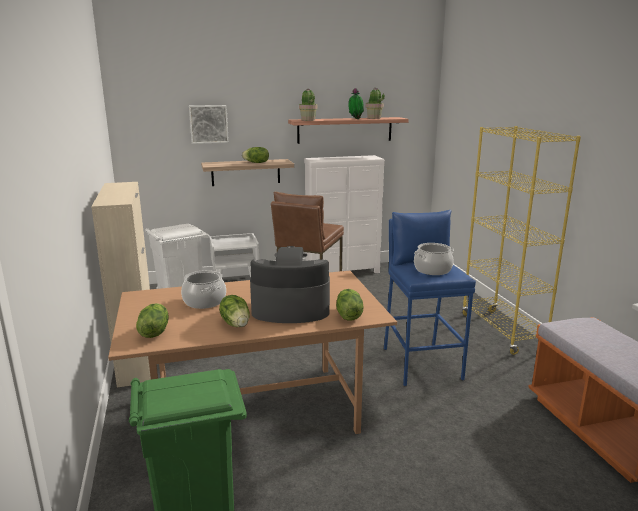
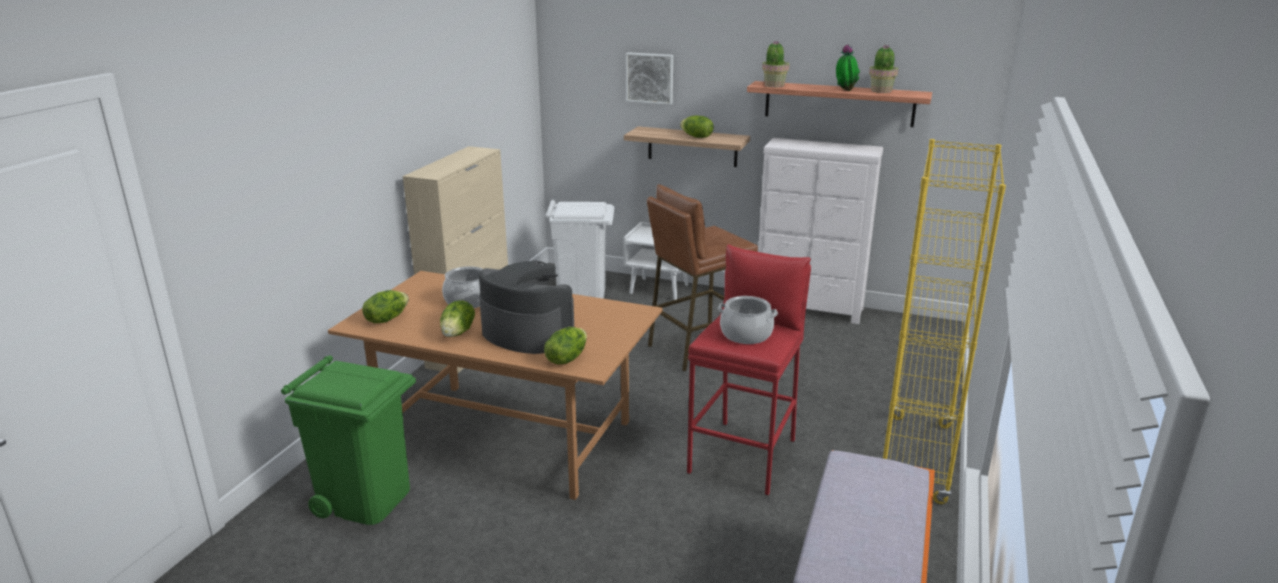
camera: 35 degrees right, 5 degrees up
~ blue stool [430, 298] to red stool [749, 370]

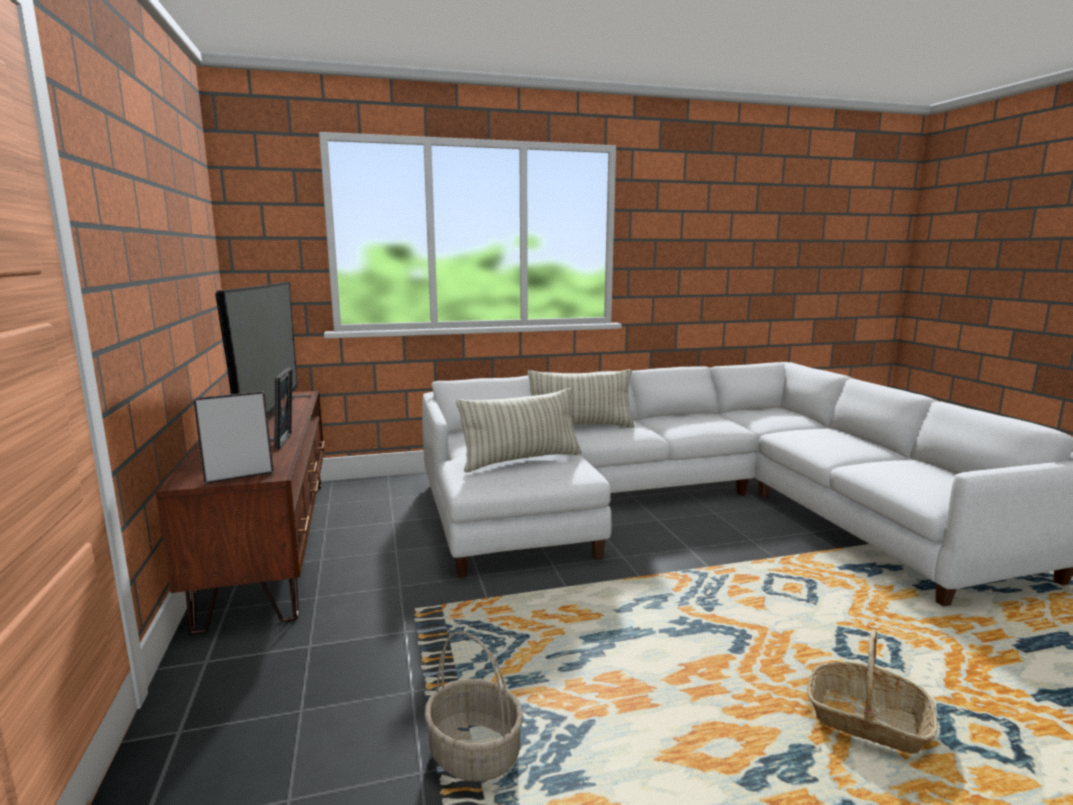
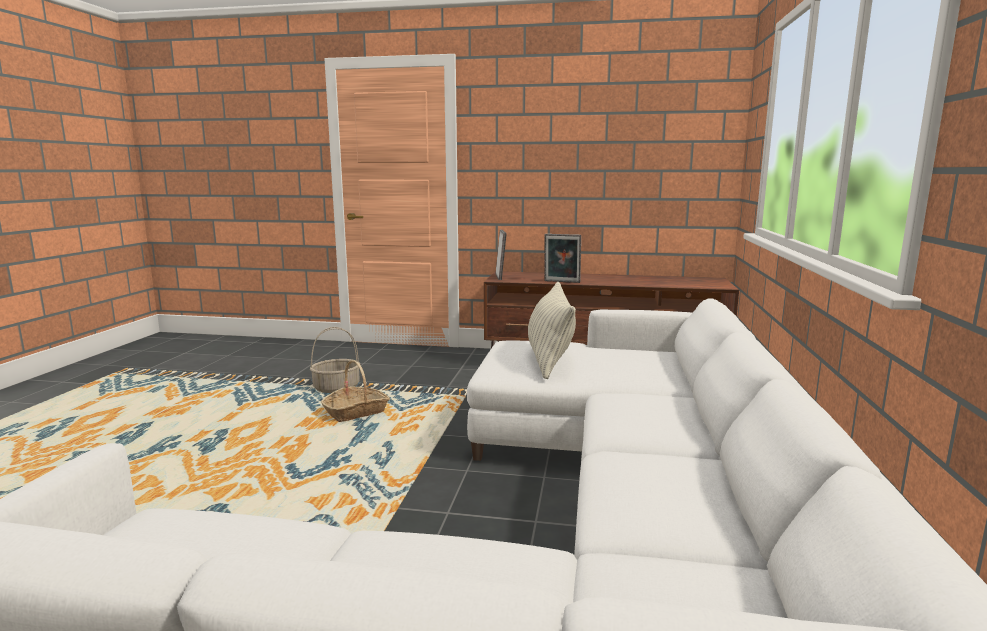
camera: 115 degrees right, 0 degrees up
- television [263, 361]
- pillow [581, 398]
~ basket [873, 692] to [355, 391]

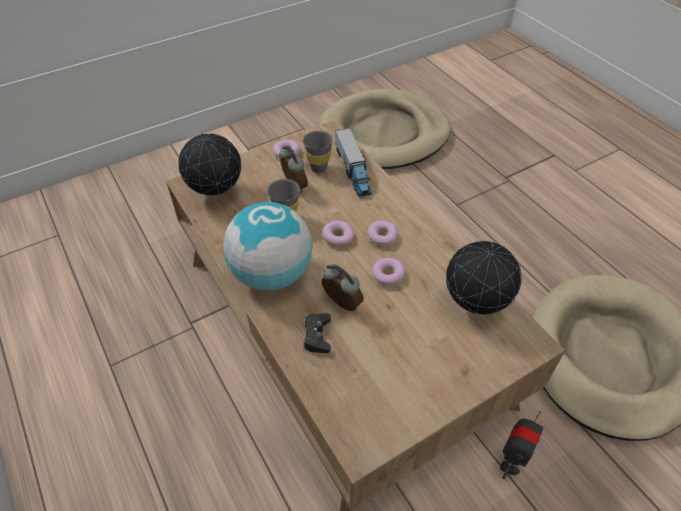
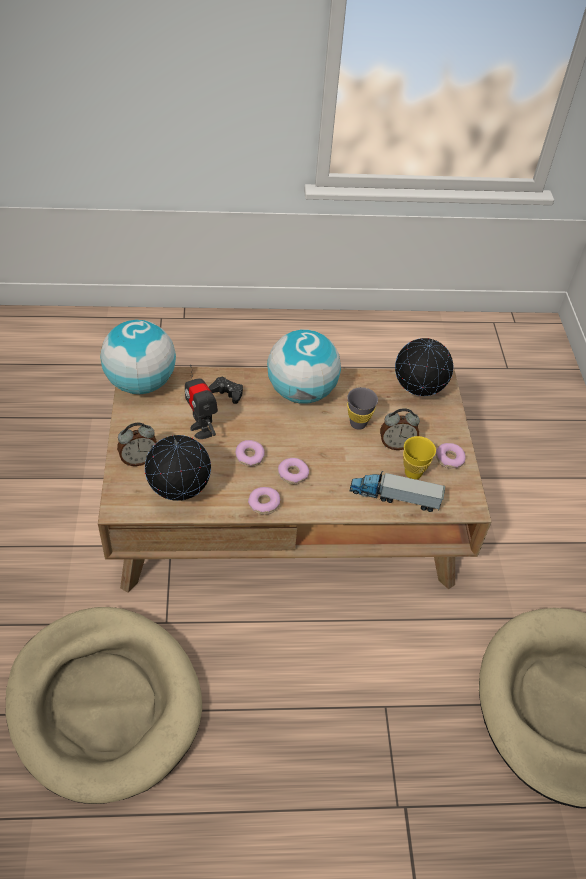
camera: 115 degrees right, 0 degrees up
~ grey cup [318, 152] to yellow cup [419, 458]
~ alarm clock [343, 287] to [137, 444]
~ donut [338, 234] to [264, 500]
~ toy robot [521, 445] to [201, 402]
+ globe [138, 357]

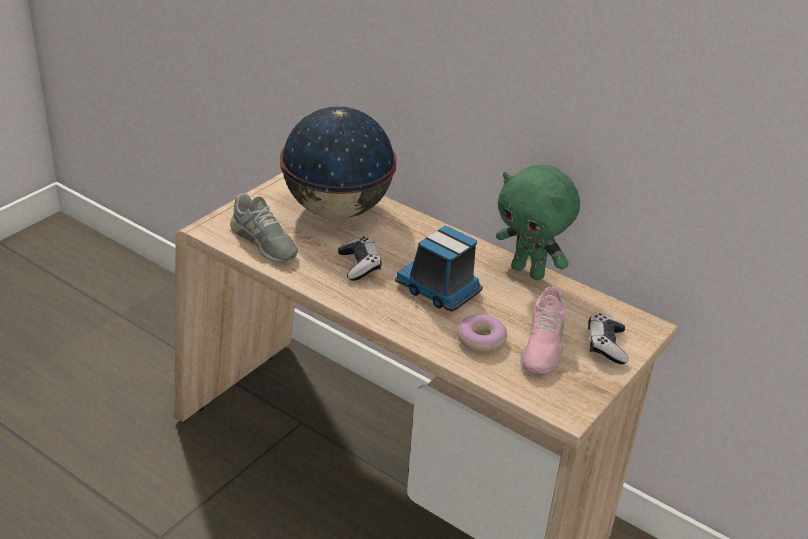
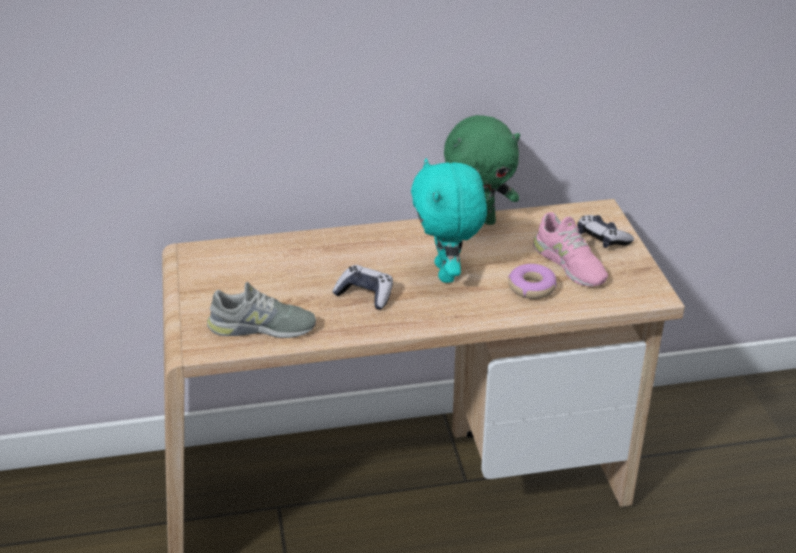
camera: 45 degrees left, 0 degrees up
- globe [338, 163]
~ toy truck [439, 269] to turquoise plush toy [449, 220]

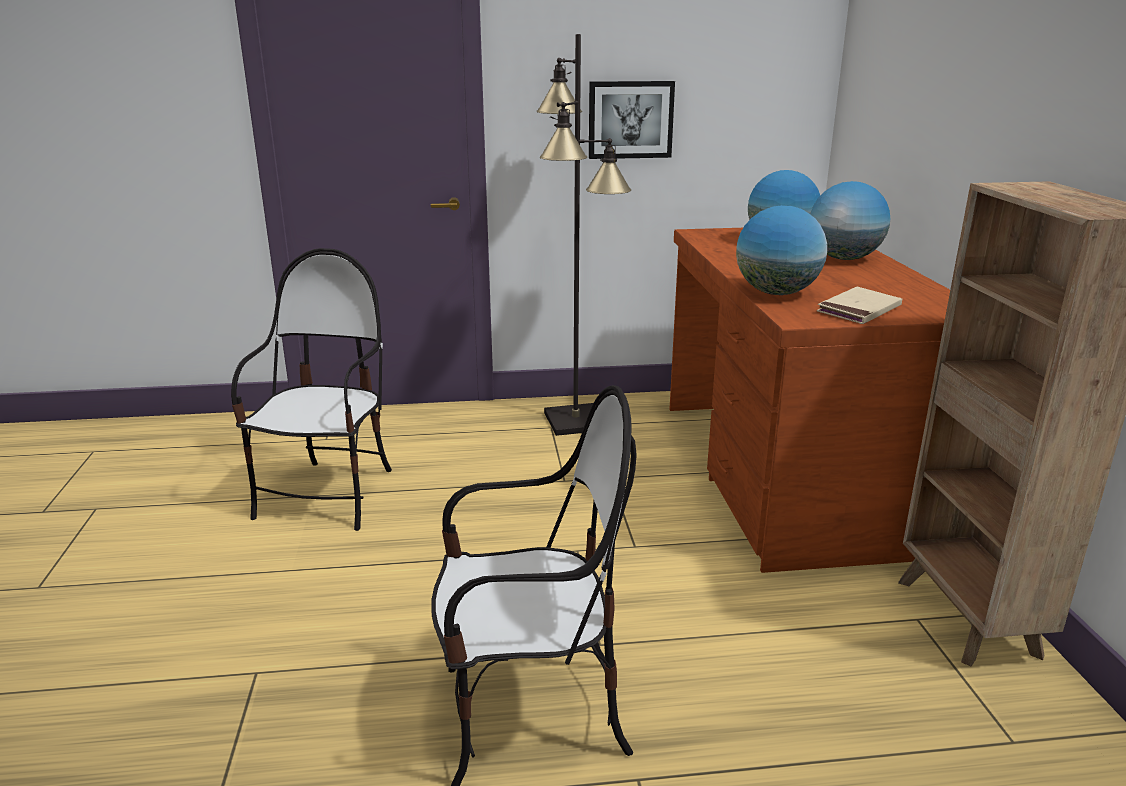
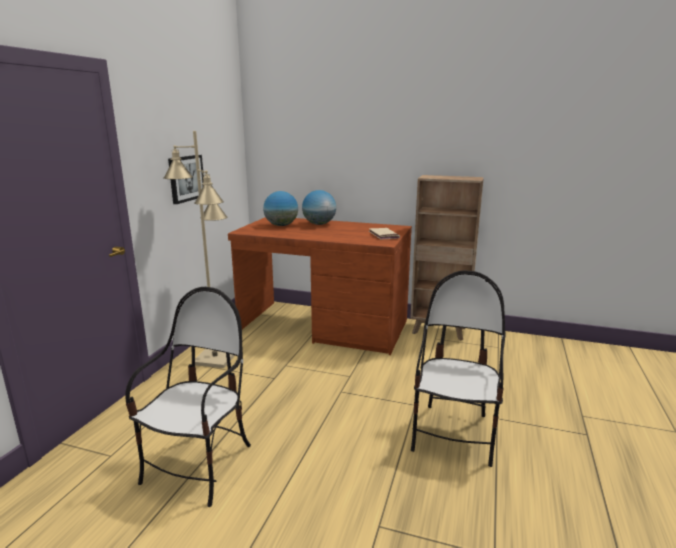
camera: 65 degrees left, 5 degrees down
~ chair [311, 389] = [188, 397] 75 degrees clockwise
~ black floor lamp [584, 235] to beige floor lamp [199, 249]
- globe [781, 250]

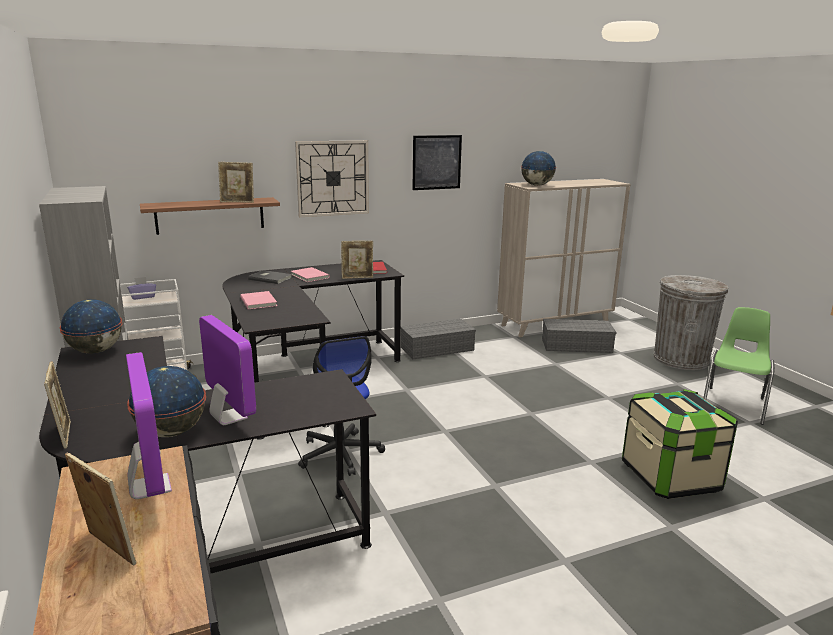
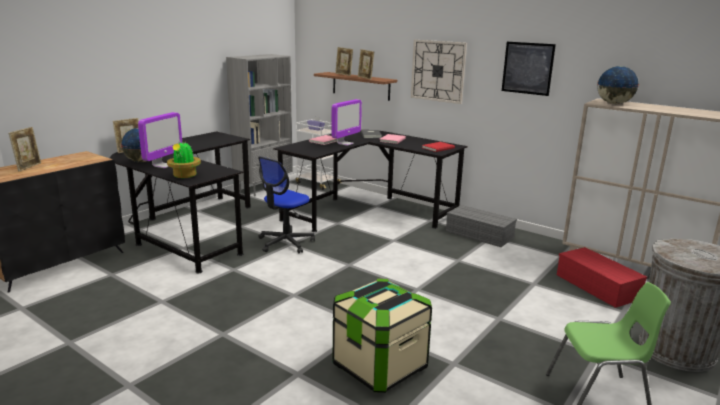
camera: 60 degrees right, 0 degrees up
- globe [90, 326]
~ monitor [149, 425] to [346, 122]
~ picture frame [357, 260] to [344, 61]
~ grey storage box [579, 336] to red storage box [602, 277]
+ potted plant [184, 159]

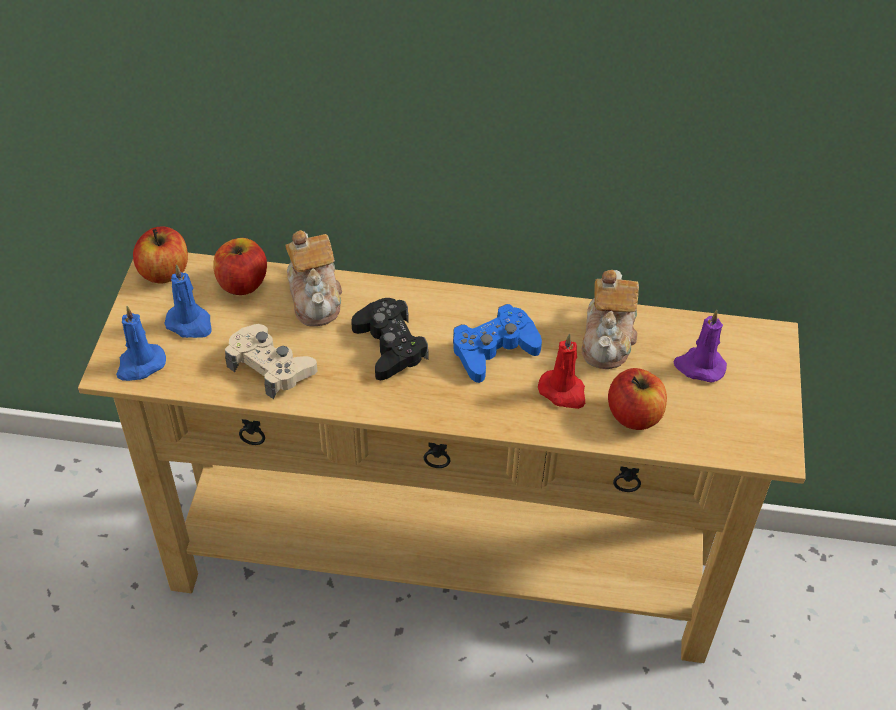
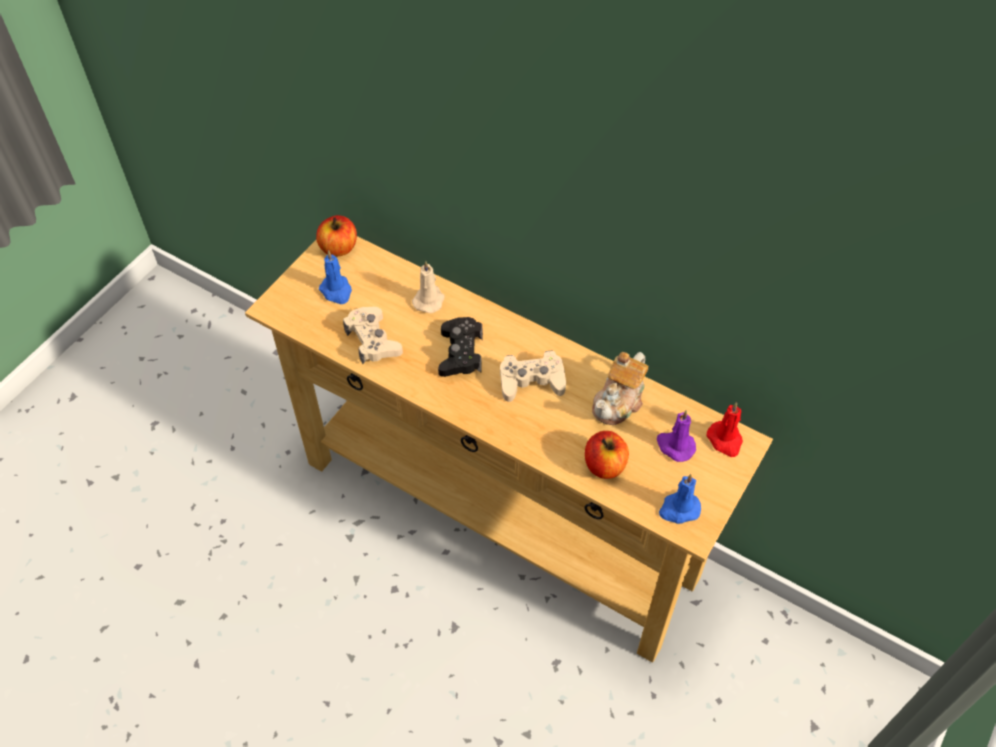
camera: 25 degrees right, 5 degrees up
~ blue candle [141, 343] to [680, 499]
- apple [240, 266]
~ teapot [314, 278] to beige candle [428, 287]
~ blue game controller [497, 343] to beige game controller [533, 376]
~ red candle [561, 371] to [725, 429]

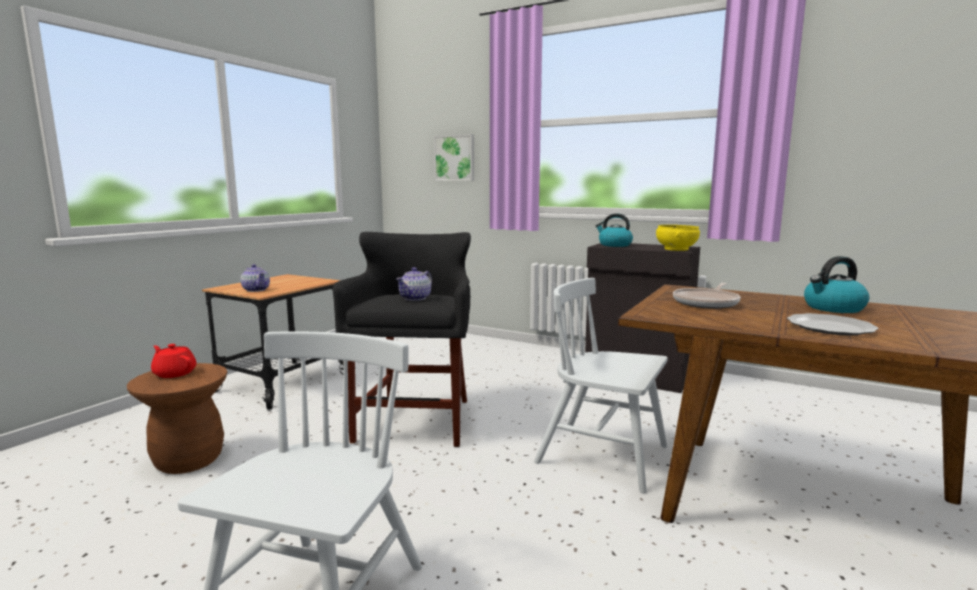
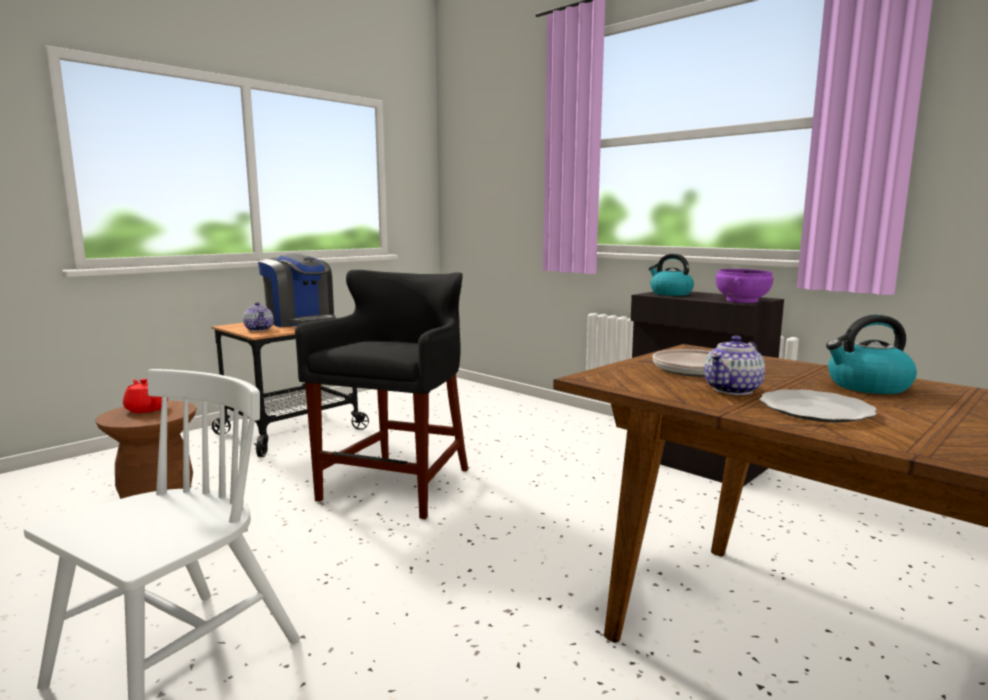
camera: 15 degrees right, 0 degrees up
~ teapot [414, 284] to [734, 365]
- picture [454, 157]
- white chair [601, 386]
~ yellow bowl [678, 238] to purple bowl [744, 286]
+ coffee machine [297, 290]

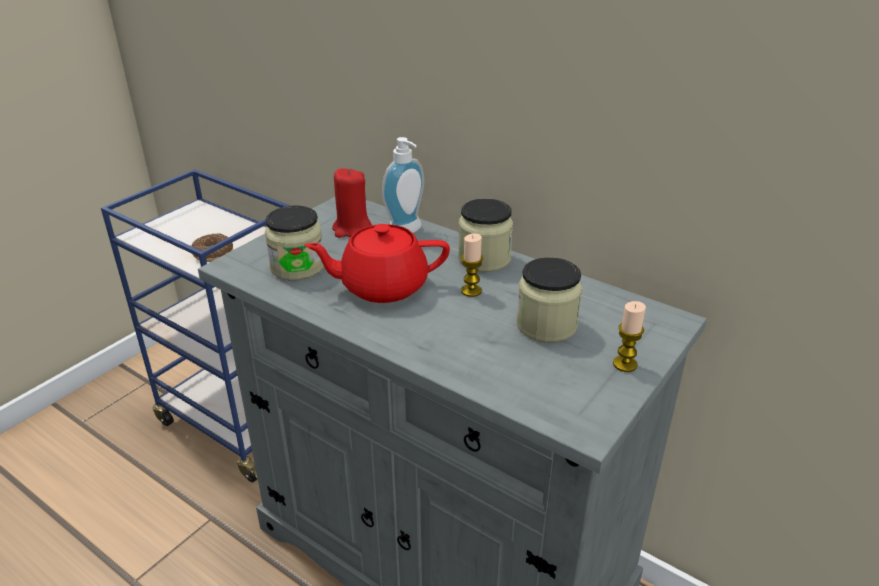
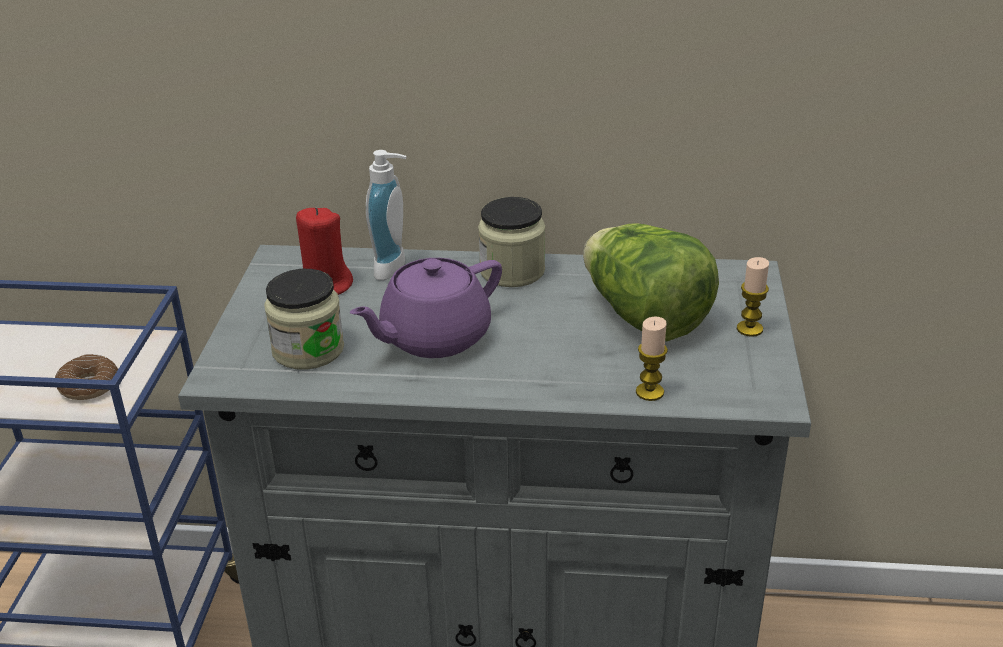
camera: 30 degrees left, 0 degrees up
~ red teapot [377, 263] to purple teapot [426, 308]
~ candle [472, 265] to [652, 359]
~ jar [549, 299] to lettuce [651, 282]

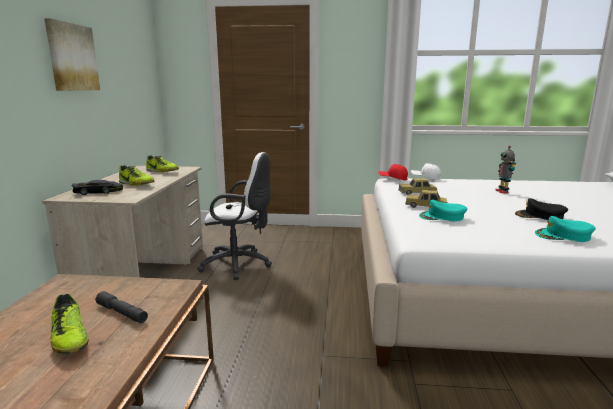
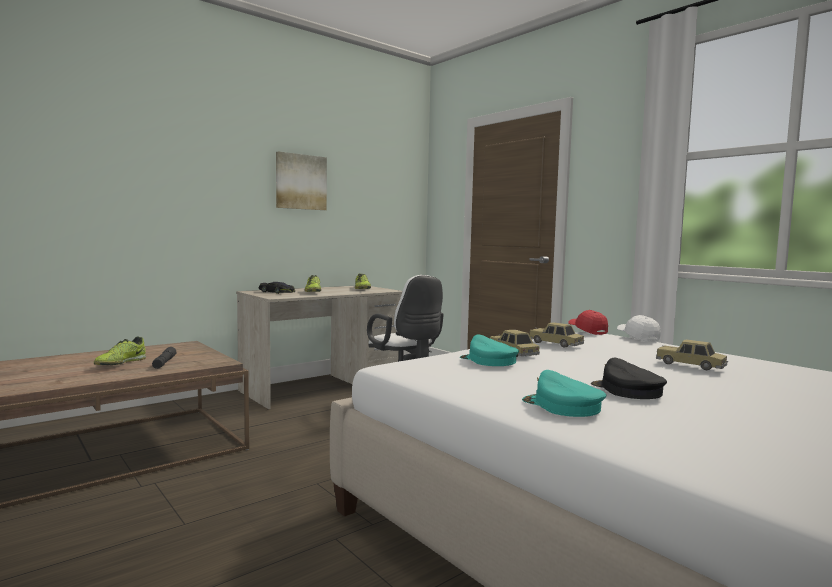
camera: 45 degrees right, 10 degrees down
~ toy robot [505, 169] to toy car [692, 355]

